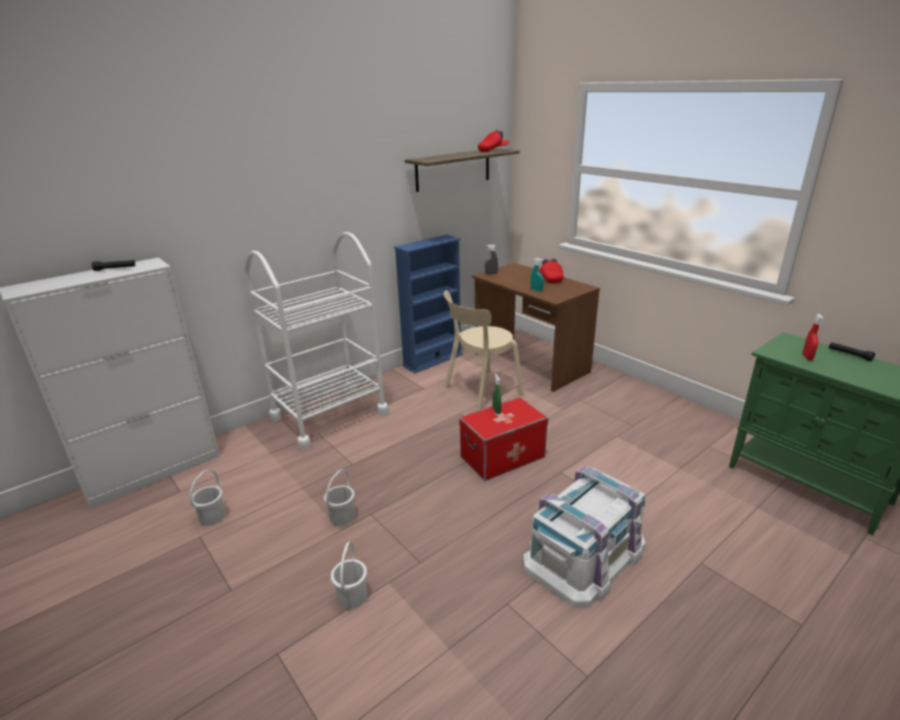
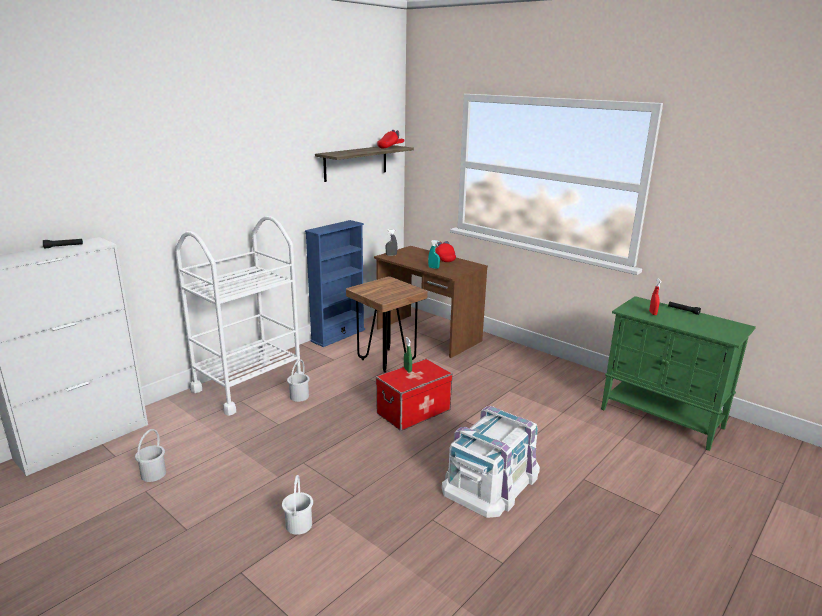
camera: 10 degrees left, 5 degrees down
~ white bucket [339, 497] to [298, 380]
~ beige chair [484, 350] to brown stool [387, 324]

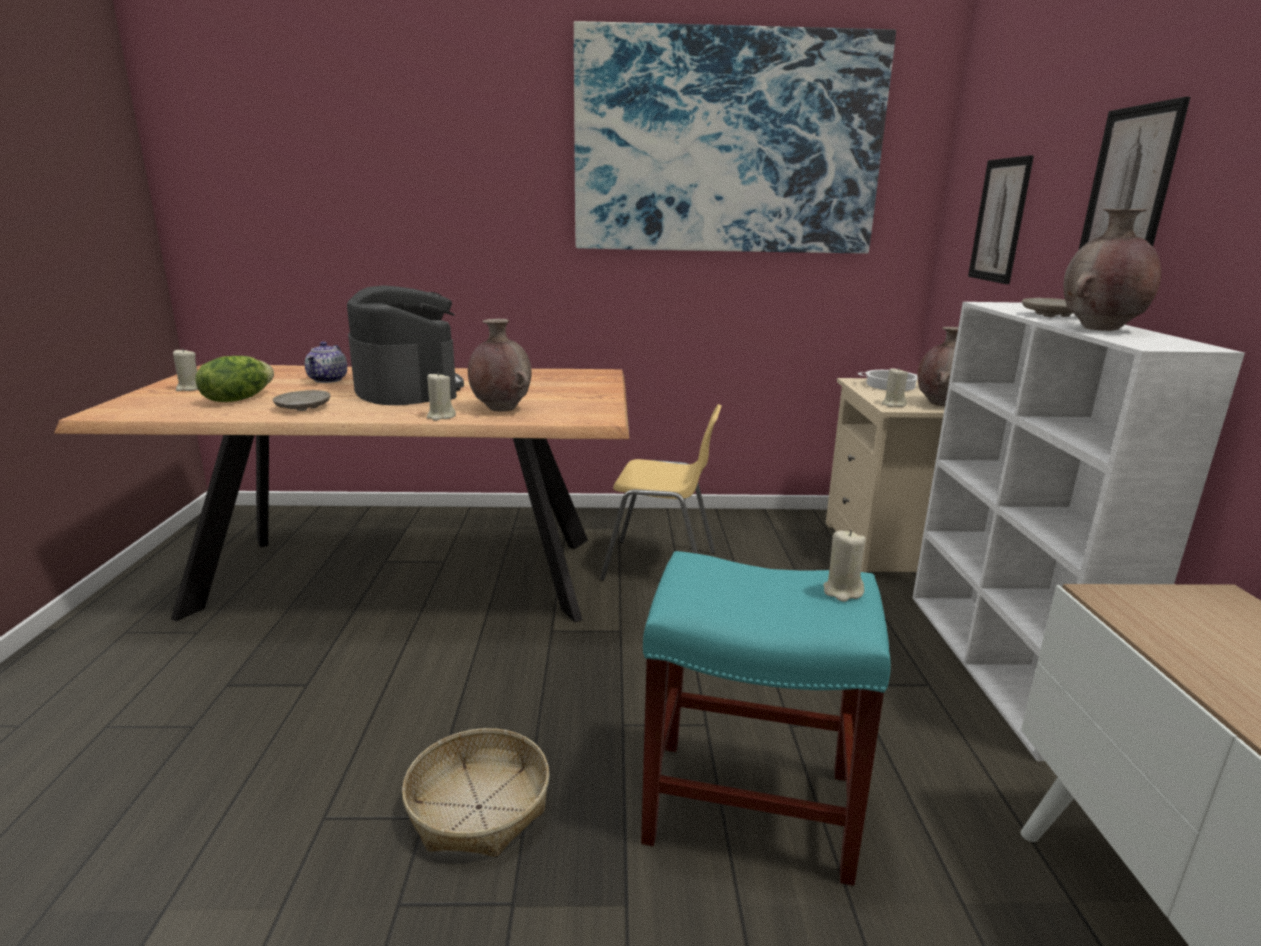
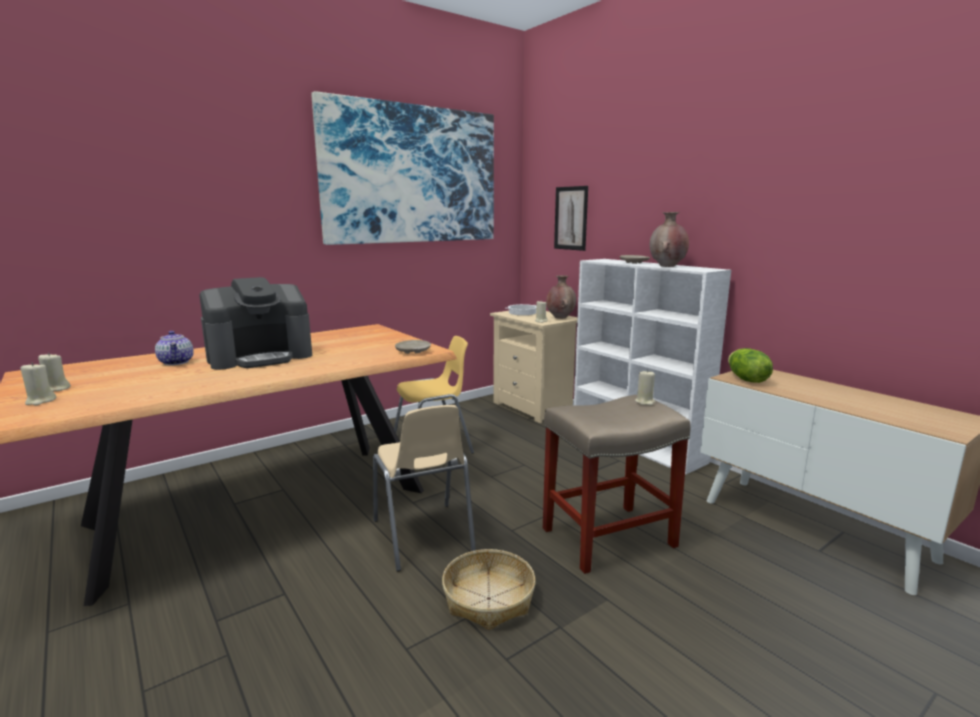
camera: 35 degrees left, 5 degrees down
~ lettuce [234, 379] to [750, 365]
~ beige plate [302, 400] to [413, 347]
~ coffee machine [405, 345] = [255, 323] 120 degrees clockwise
~ beige candle [441, 396] to [38, 383]
- brown vase [500, 365]
~ turquoise stool [766, 718] to beige stool [617, 484]
- picture [1134, 174]
+ beige chair [424, 488]

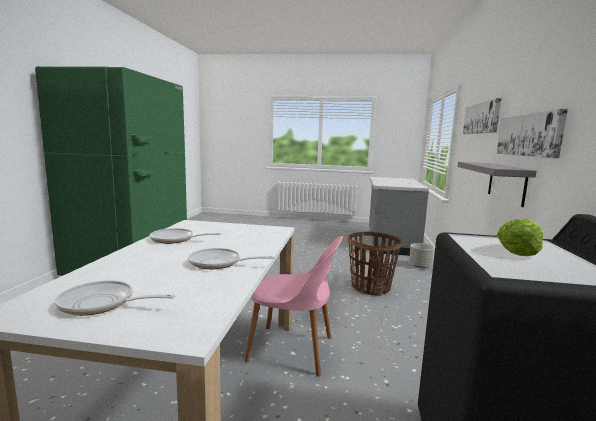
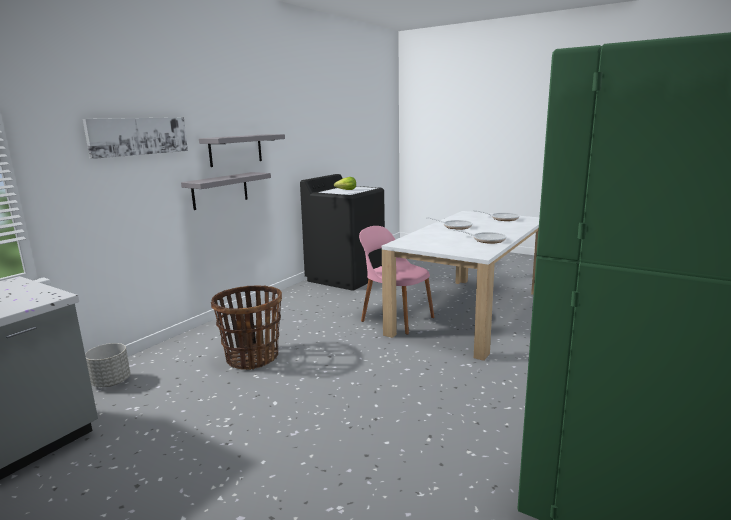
camera: 155 degrees left, 5 degrees up
~ picture [532, 133] to grey shelf [242, 150]

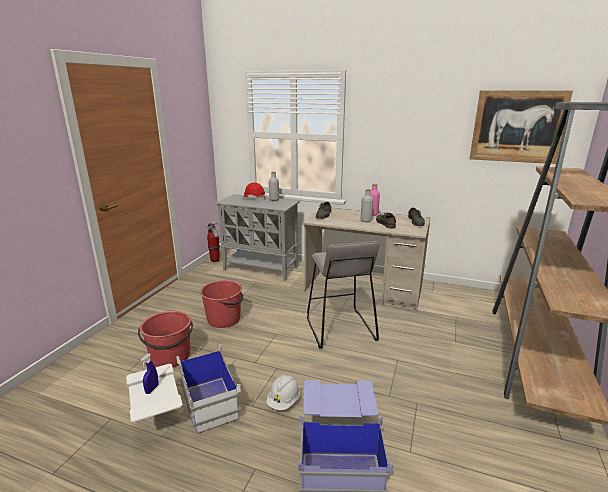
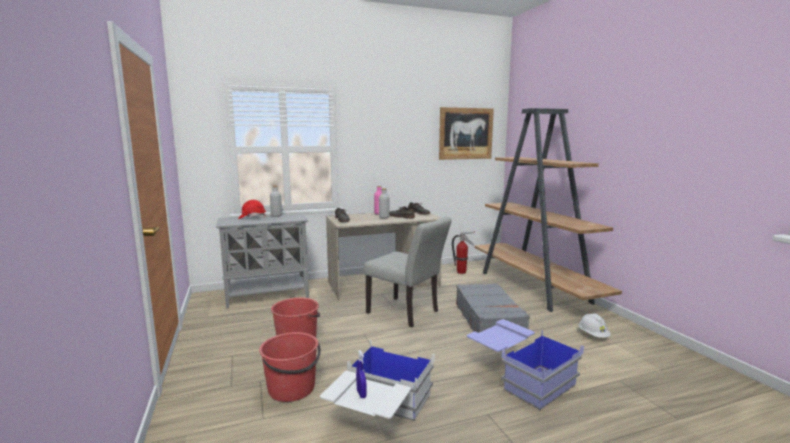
camera: 40 degrees left, 10 degrees down
~ fire extinguisher [213, 242] to [463, 252]
~ white hard hat [283, 392] to [595, 325]
~ grey stool [343, 295] to grey chair [408, 272]
+ grey suitcase [493, 311]

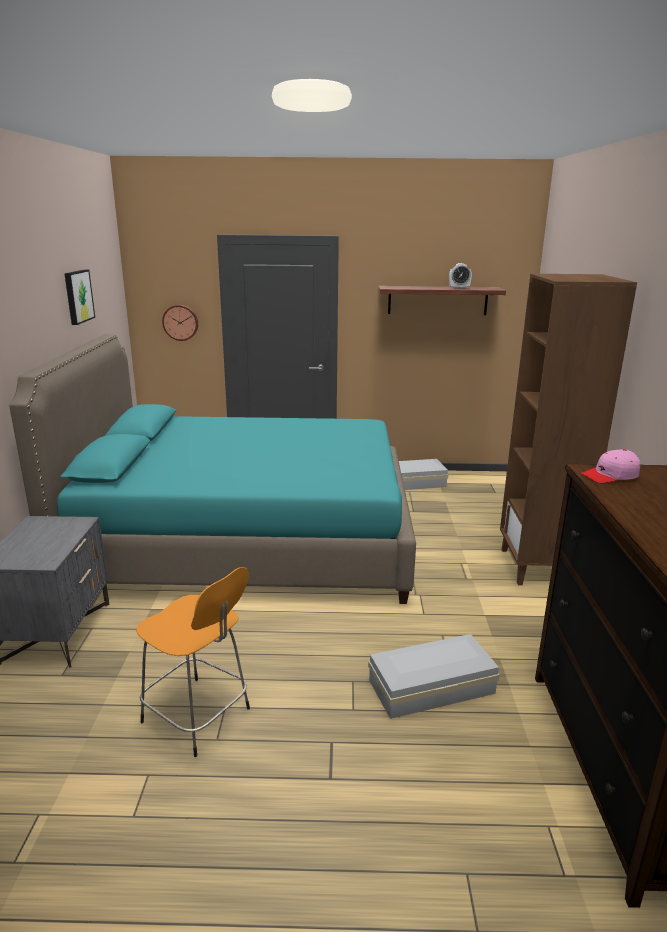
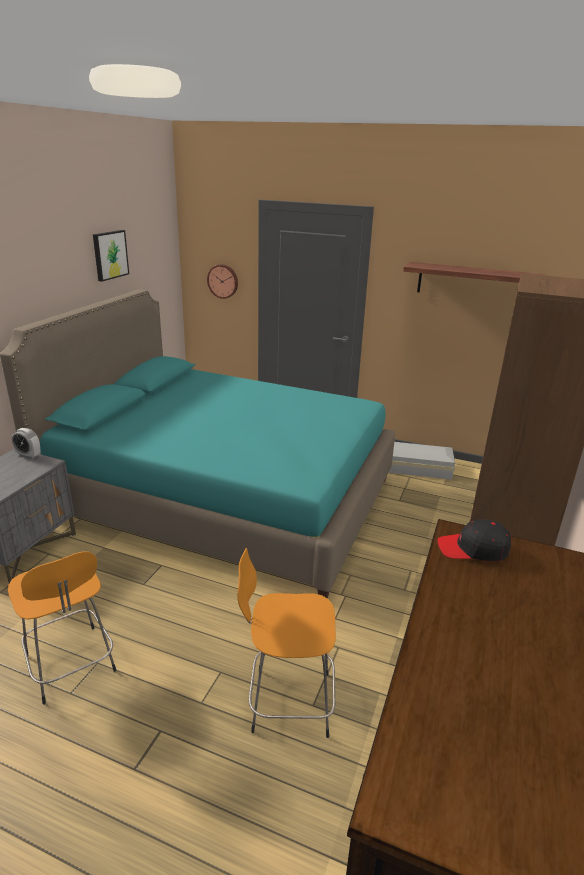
camera: 20 degrees right, 5 degrees up
~ white storage box [434, 676] to orange stool [286, 643]
~ alarm clock [460, 276] to [26, 443]
~ pink cap [610, 466] to black cap [474, 540]

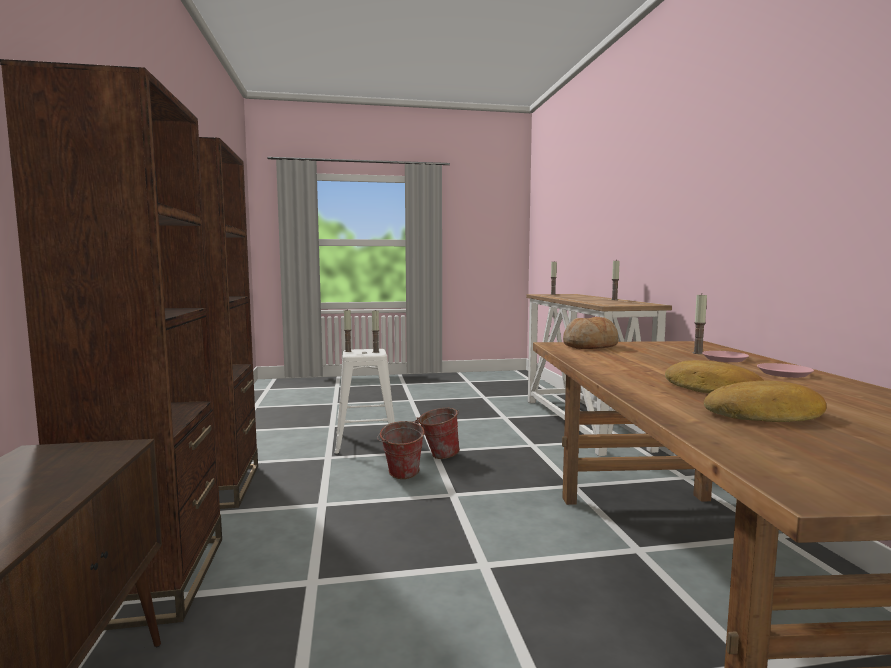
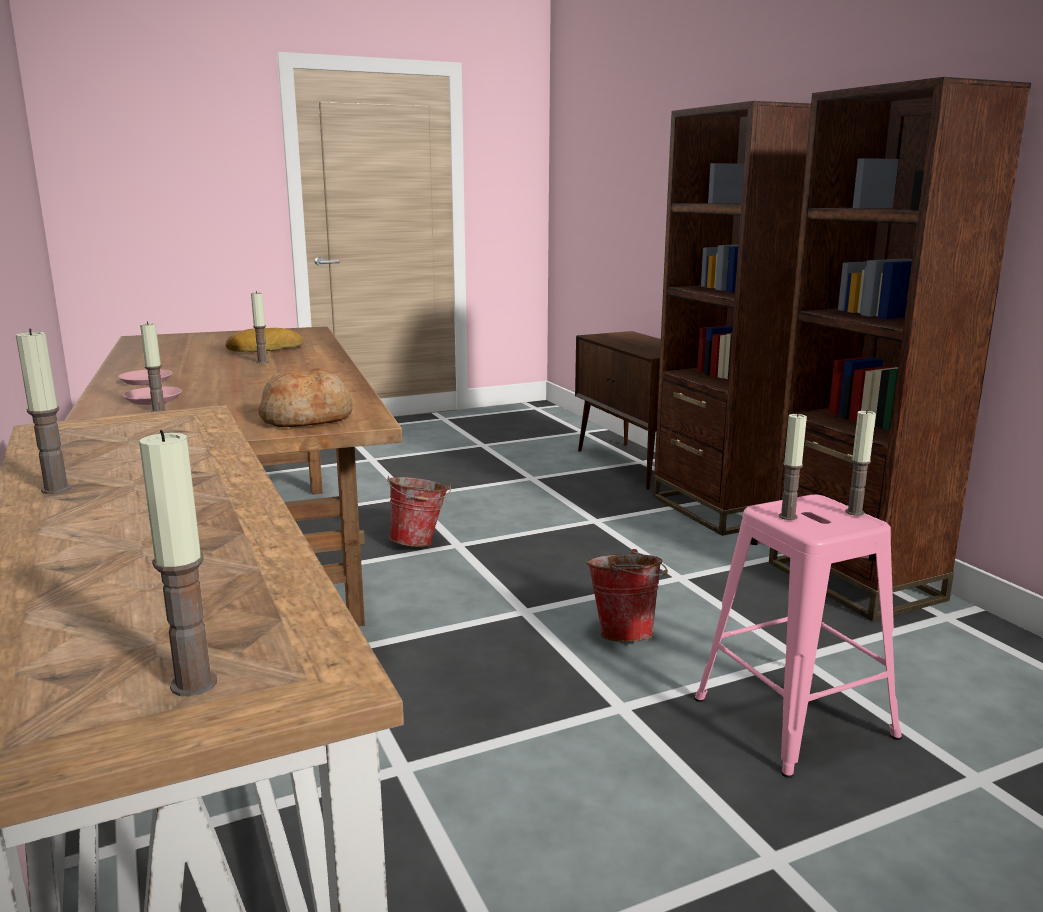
camera: 165 degrees right, 10 degrees up
~ white stool [364, 402] to pink stool [798, 636]
~ bucket [438, 433] to [419, 511]
~ bread [714, 376] to candle [260, 327]

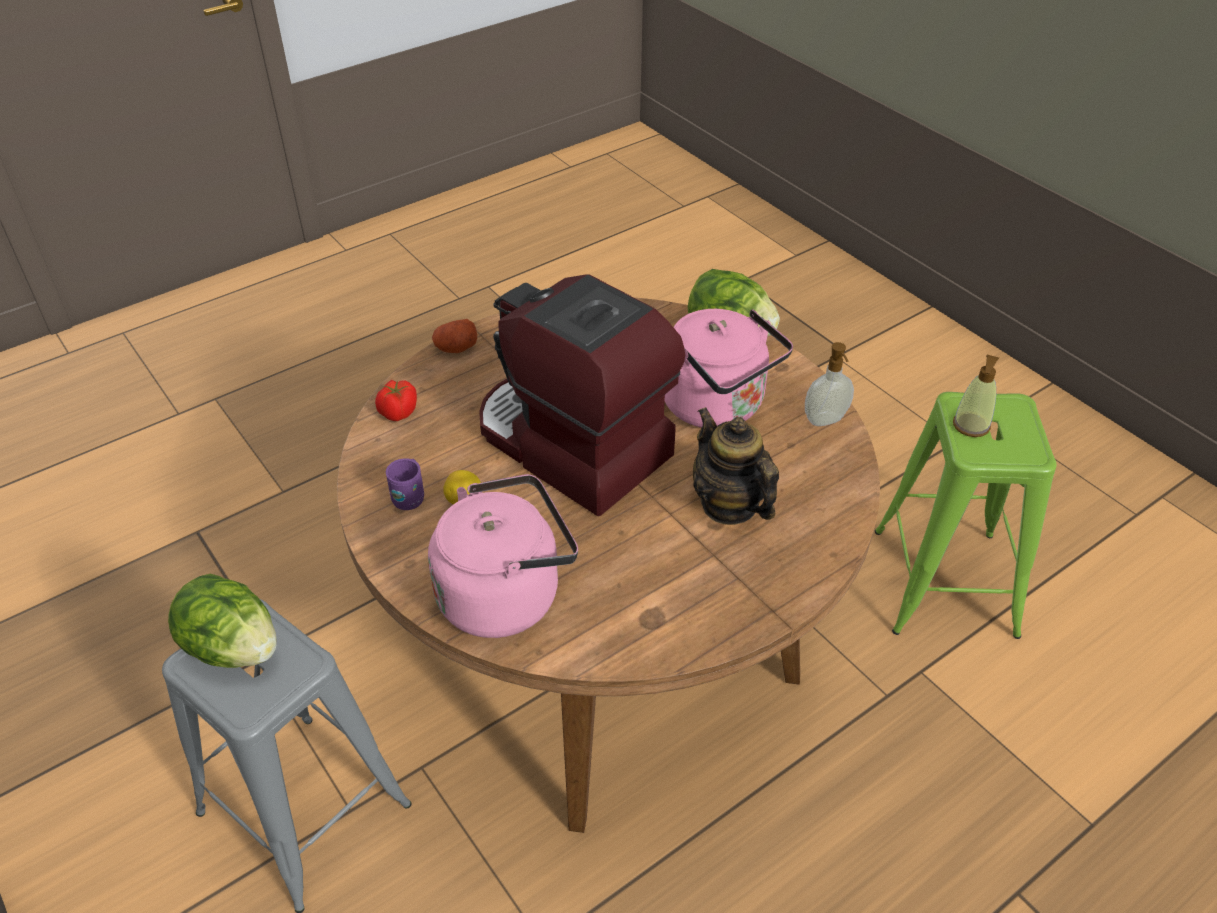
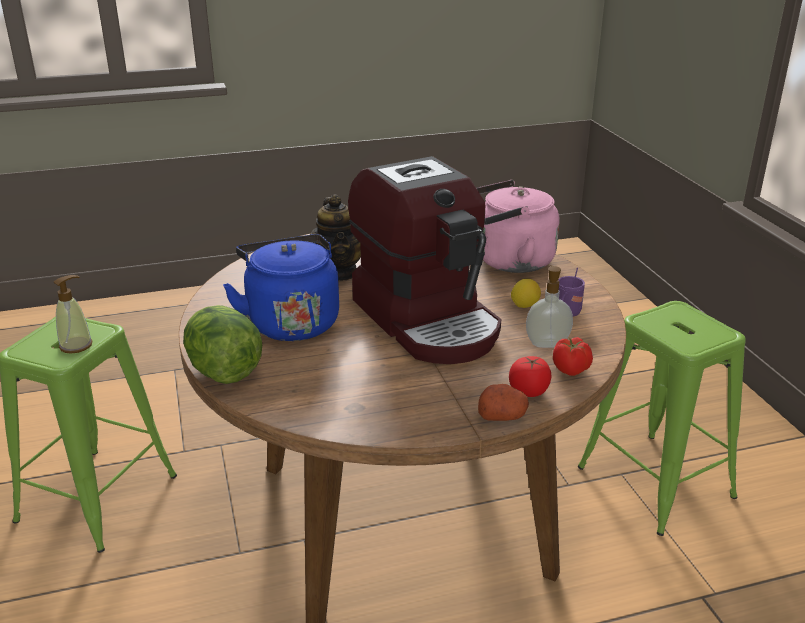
camera: 160 degrees left, 15 degrees down
~ grey stool [287, 756] to green stool [662, 418]
- lettuce [222, 621]
~ pink kettle [729, 368] to blue kettle [281, 287]
~ soap dispenser [829, 384] to [549, 306]
+ tomato [530, 376]

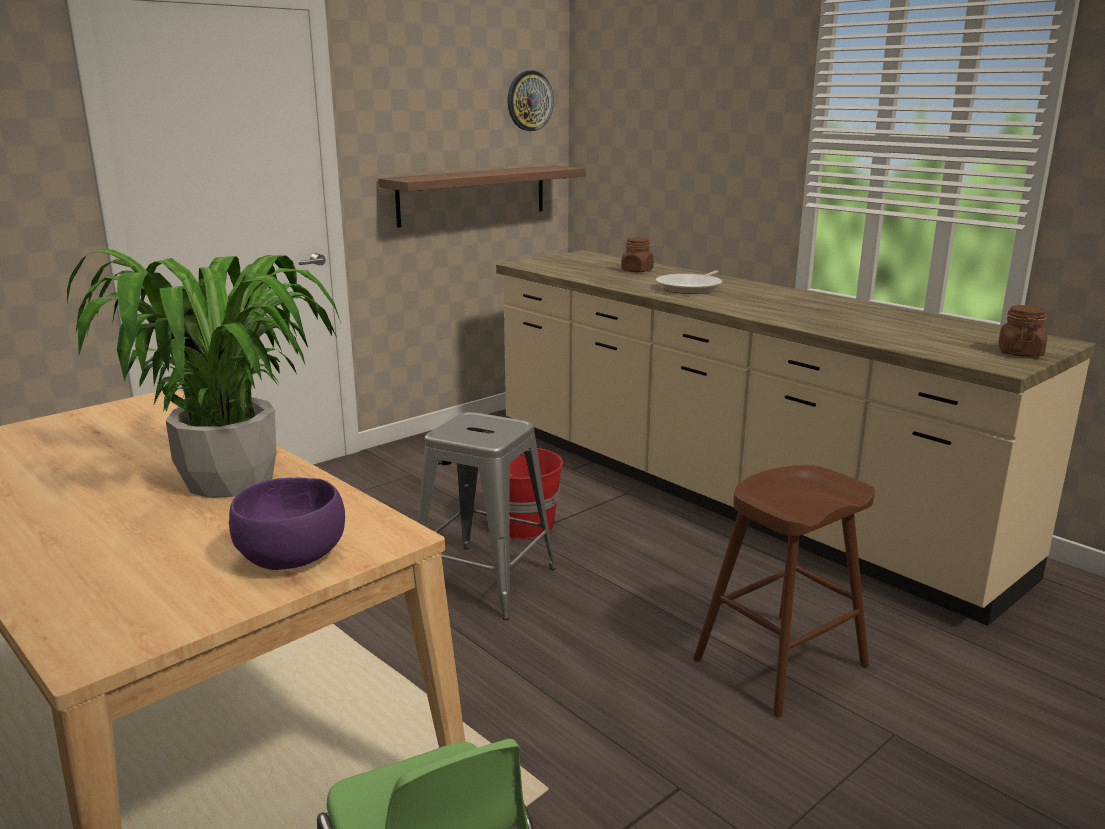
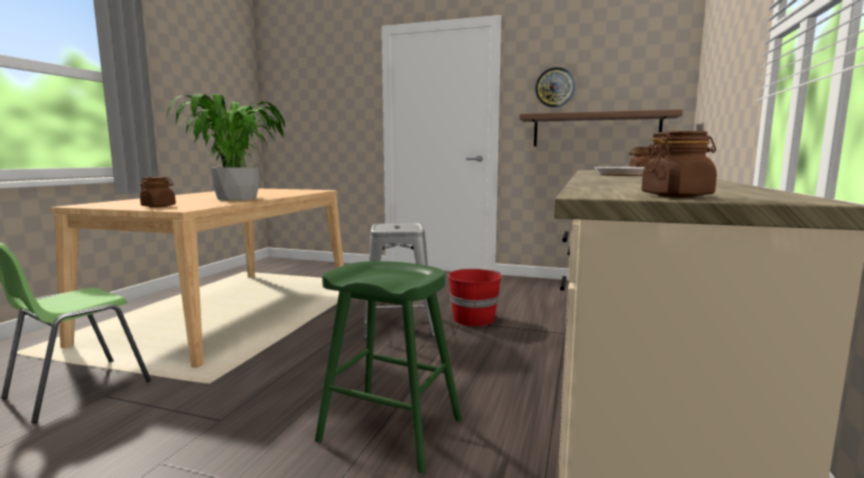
camera: 60 degrees right, 10 degrees down
~ purple bowl [287, 524] to brown jar [158, 192]
~ wall clock [530, 101] to [555, 87]
~ brown stool [784, 591] to green stool [388, 367]

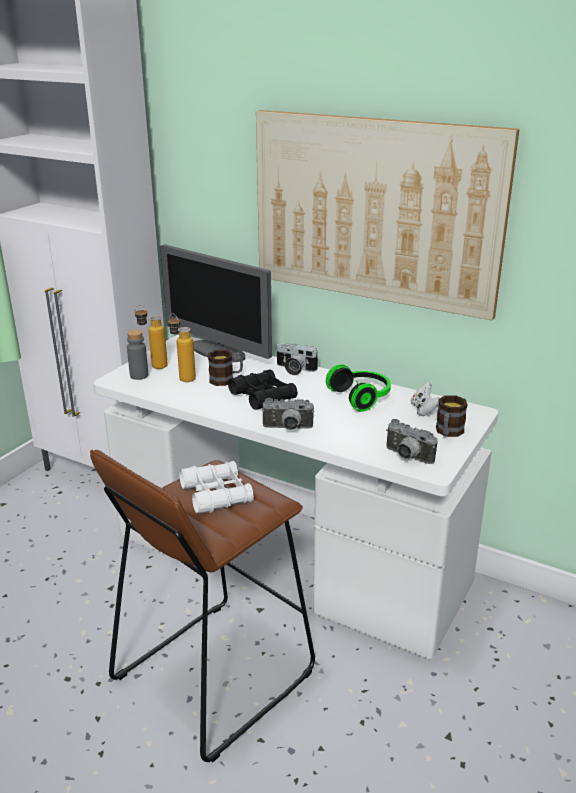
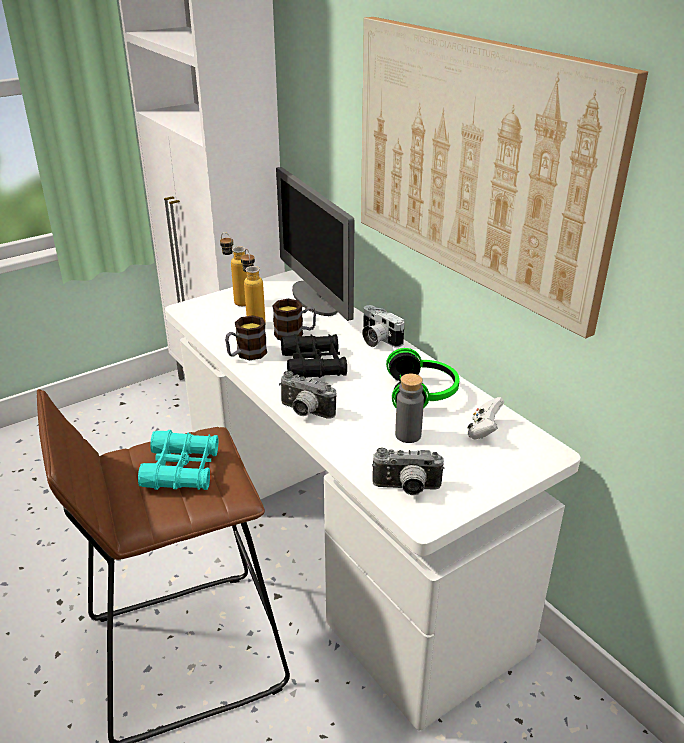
camera: 25 degrees right, 5 degrees up
~ grey bottle [137, 355] to [409, 408]
~ white binoculars [216, 487] to turquoise binoculars [178, 460]
~ photo camera [412, 441] = [408, 471] 60 degrees counterclockwise
~ mug [452, 416] to [246, 337]

